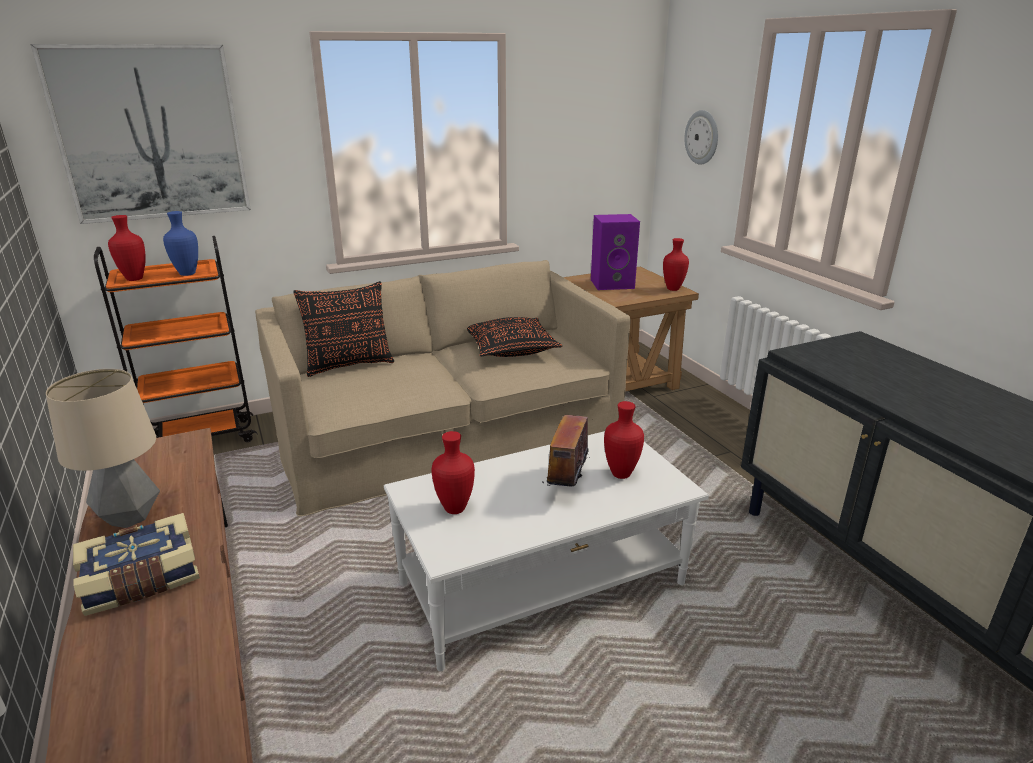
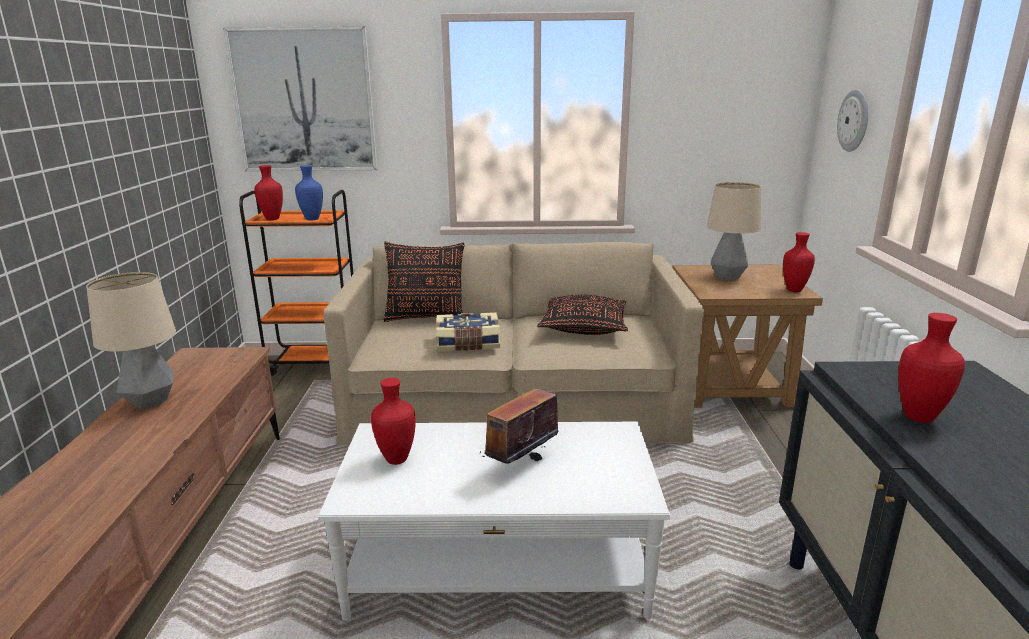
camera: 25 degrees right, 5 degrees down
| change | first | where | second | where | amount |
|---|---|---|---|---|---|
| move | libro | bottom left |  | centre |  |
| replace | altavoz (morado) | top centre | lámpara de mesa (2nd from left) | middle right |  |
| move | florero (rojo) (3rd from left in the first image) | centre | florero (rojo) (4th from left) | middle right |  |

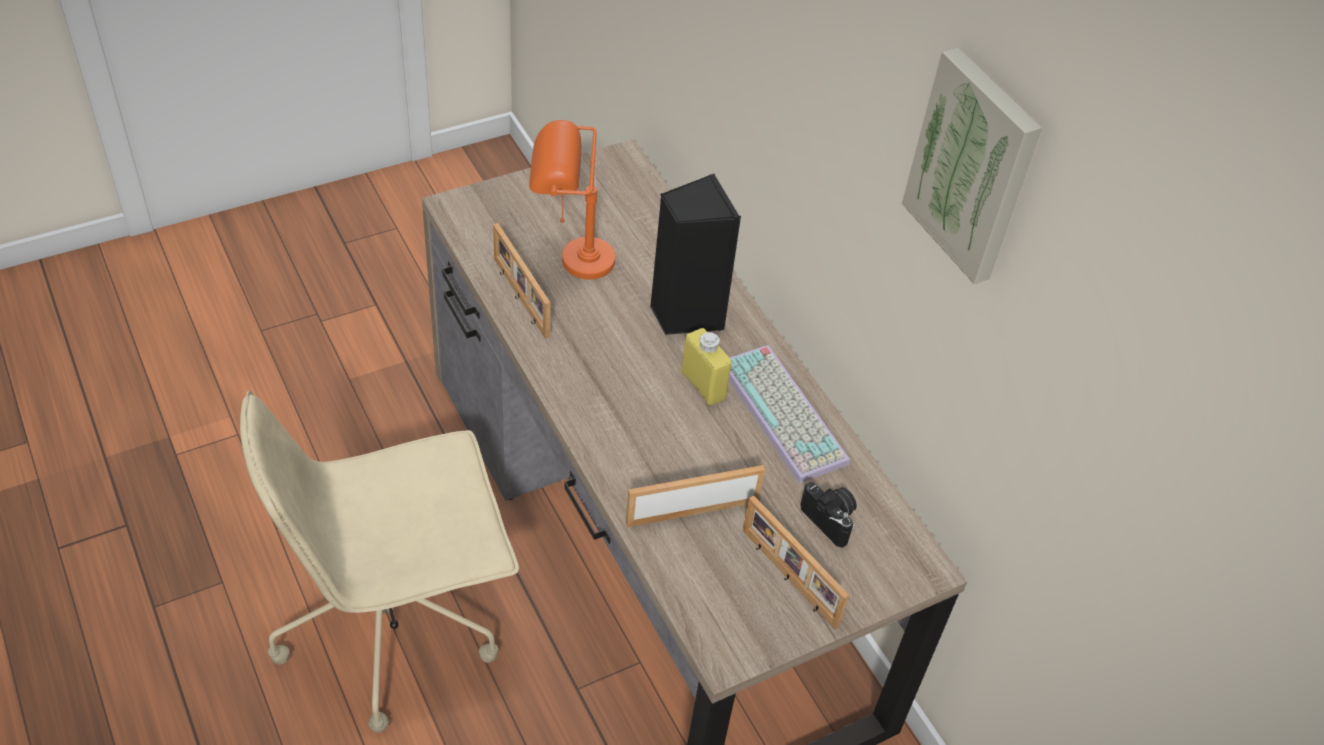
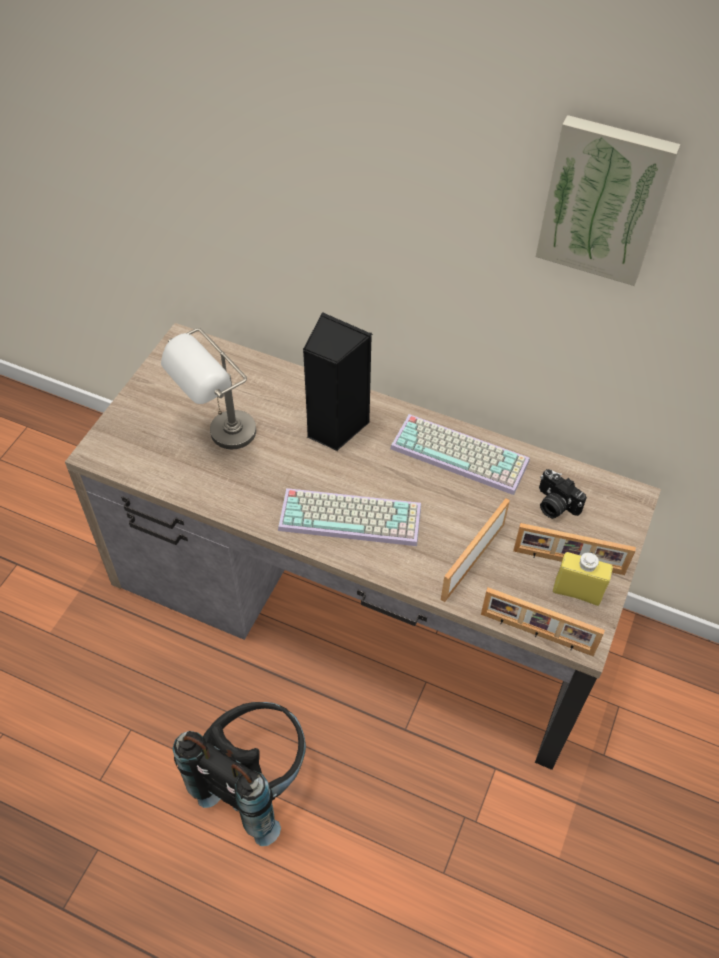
camera: 35 degrees left, 5 degrees up
| change | first | where | second | where | amount |
|---|---|---|---|---|---|
| replace | silla de oficina (beis) | bottom left | mochila (negro) | bottom left |  |
| move | portarretratos (1st from left in the first image) | centre | portarretratos (2nd from left) | middle right |  |
| recolor | lámpara de mesa (naranja) | top centre | lámpara de mesa (gris) | middle left |  |
| move | botella (amarillo) | centre |  | middle right |  |
| rotate | cámara | bottom centre |  | middle right | 150 degrees counterclockwise |
| insert |  |  | teclado (1st from left) | centre |  |

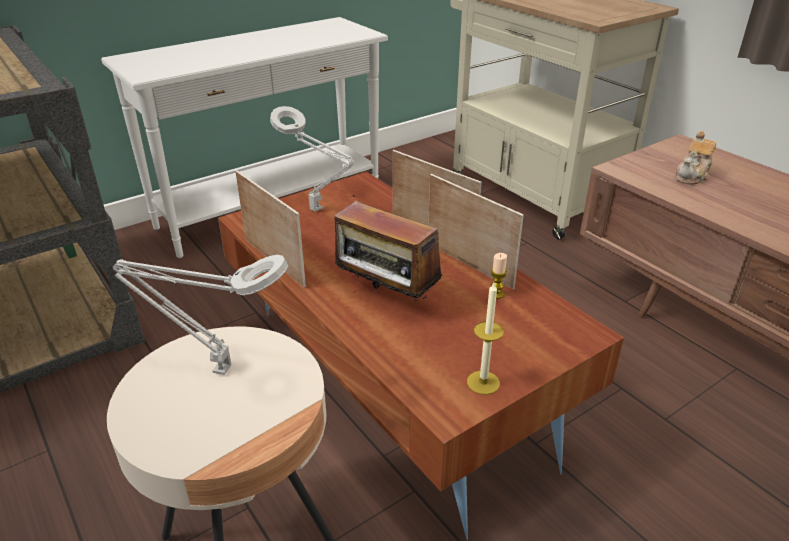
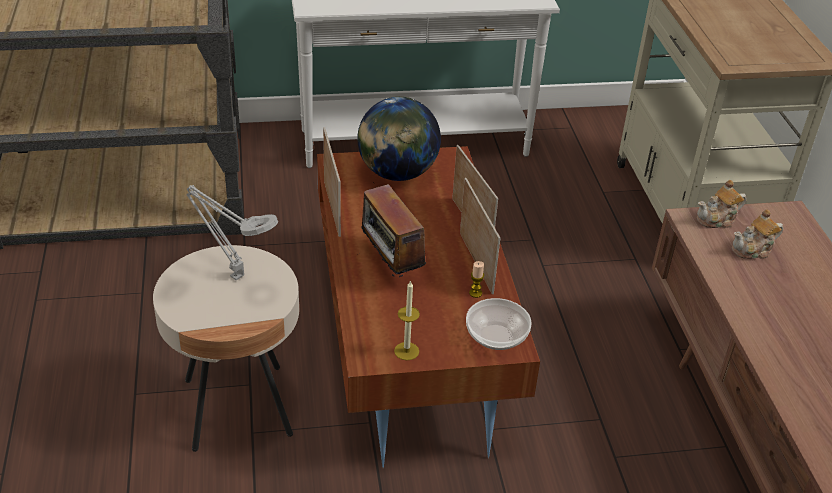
camera: 25 degrees right, 5 degrees up
| change | first | where | second | where | amount |
|---|---|---|---|---|---|
| replace | lámpara de mesa (gris) (2nd from left) | top centre | globo terráqueo | top centre |  |
| insert |  |  | cuenco | centre |  |
| insert |  |  | tetera (1st from left) | middle right |  |

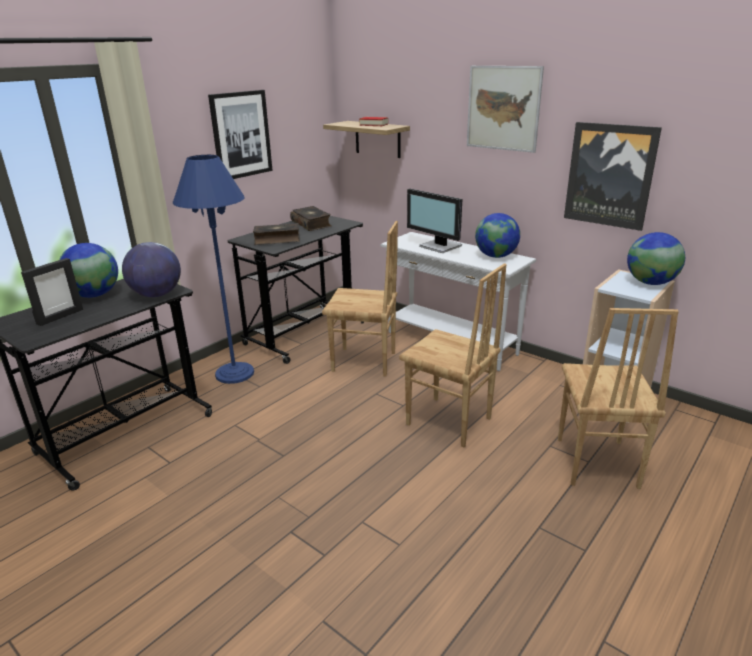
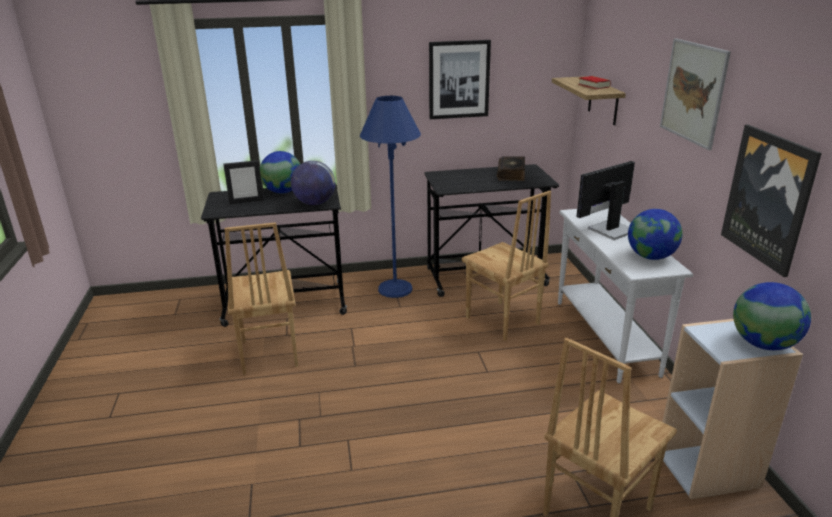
camera: 40 degrees right, 0 degrees up
| change | first | where | second | where | amount |
|---|---|---|---|---|---|
| delete | libro (1st from left) | centre |  |  |  |
| move | silla (marrón) (2nd from left in the first image) | centre | silla (marrón) (1st from left) | middle left |  |
| rotate | monitor | centre |  | middle right | 60 degrees clockwise |

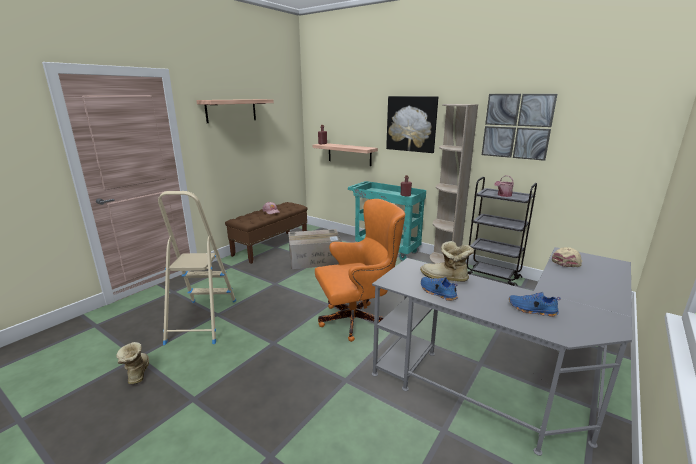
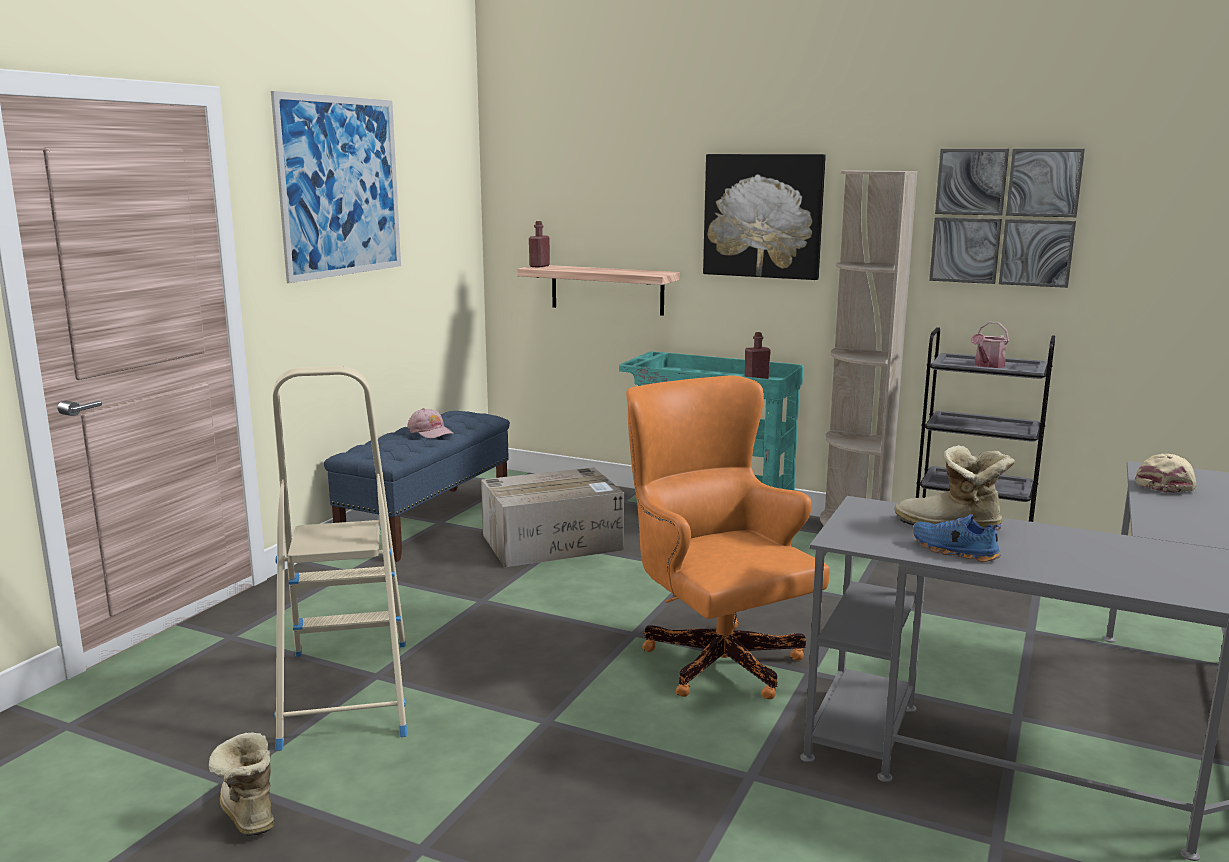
camera: 10 degrees left, 5 degrees down
| change | first | where | second | where | amount |
|---|---|---|---|---|---|
| replace | estante (1st from left) | top centre | cuadro (1st from left) | top left |  |
| recolor | banco (marrón) | centre | banco (azul) | centre |  |
| rotate | silla de oficina (naranja) | centre |  | centre | 90 degrees counterclockwise |
| delete | zapato (azul) (2nd from left) | middle right |  |  |  |

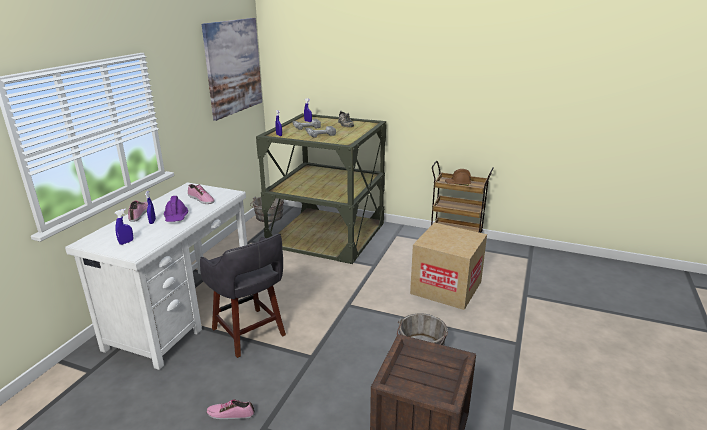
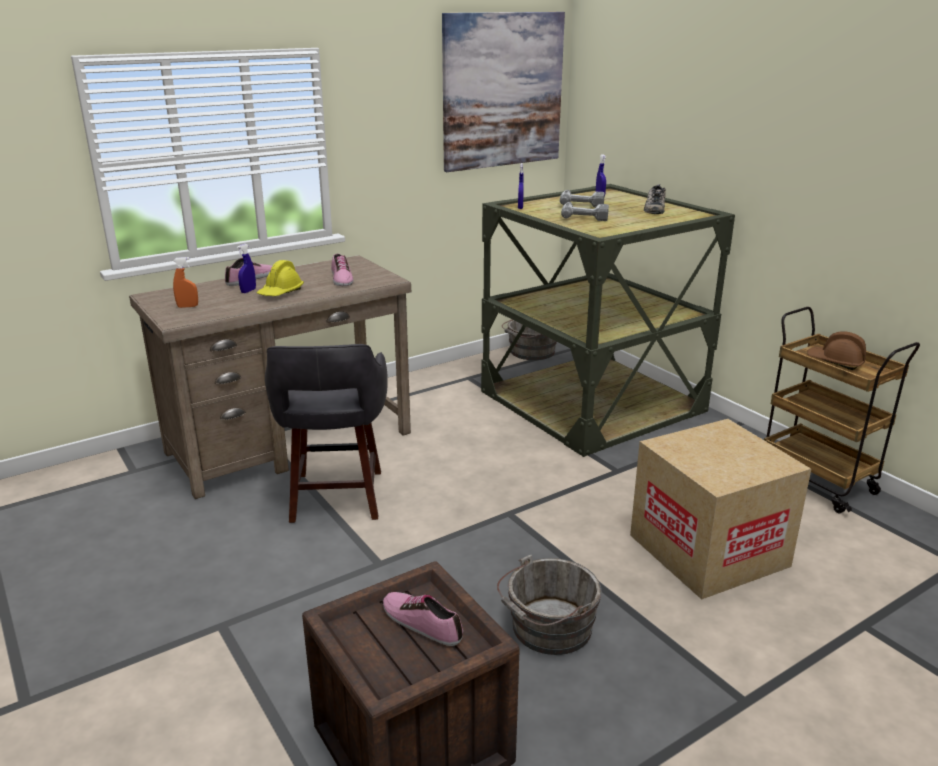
camera: 35 degrees right, 0 degrees up
| change | first | where | second | where | amount |
|---|---|---|---|---|---|
| recolor | escritorio (blanco) | middle left | escritorio (marrón) | middle left |  |
| recolor | pulverizador (azul) (1st from left) | middle left | pulverizador (naranja) | middle left |  |
| recolor | casco (morado) | middle left | casco (amarillo) | middle left |  |
| move | zapato (3rd from left) | bottom left |  | bottom centre |  |

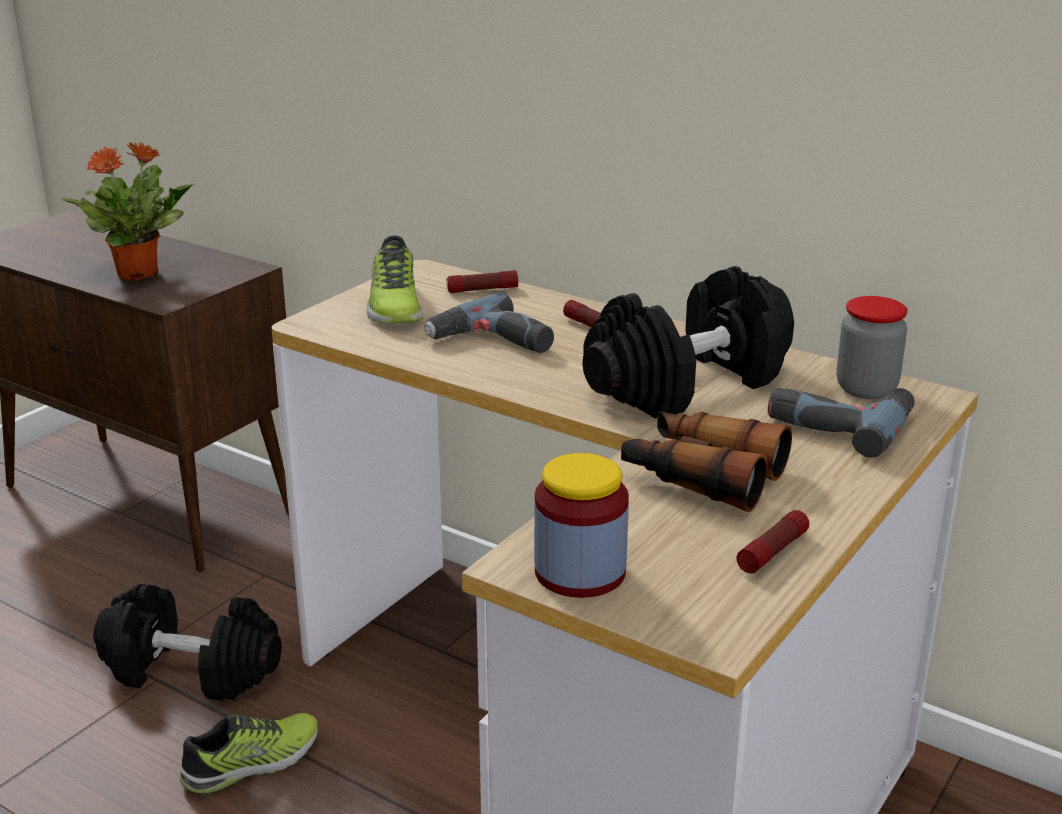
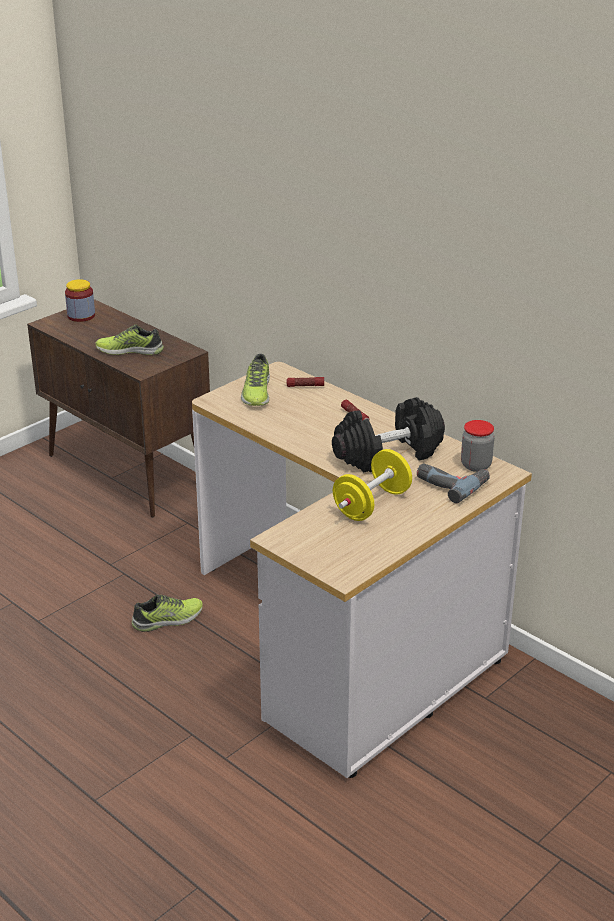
camera: 10 degrees right, 5 degrees up
| change | first | where | second | where | amount |
|---|---|---|---|---|---|
| replace | planta en maceta | top left | zapato (1st from left) | middle left |  |
| delete | mancuerna (negro) (1st from left) | bottom left |  |  |  |
| delete | taladro (1st from left) | centre |  |  |  |
| move | tarro (1st from left) | centre |  | top left |  |
| replace | prismáticos | centre | mancuerna (amarillo) | centre |  |
| delete | linterna (3rd from left) | middle right |  |  |  |

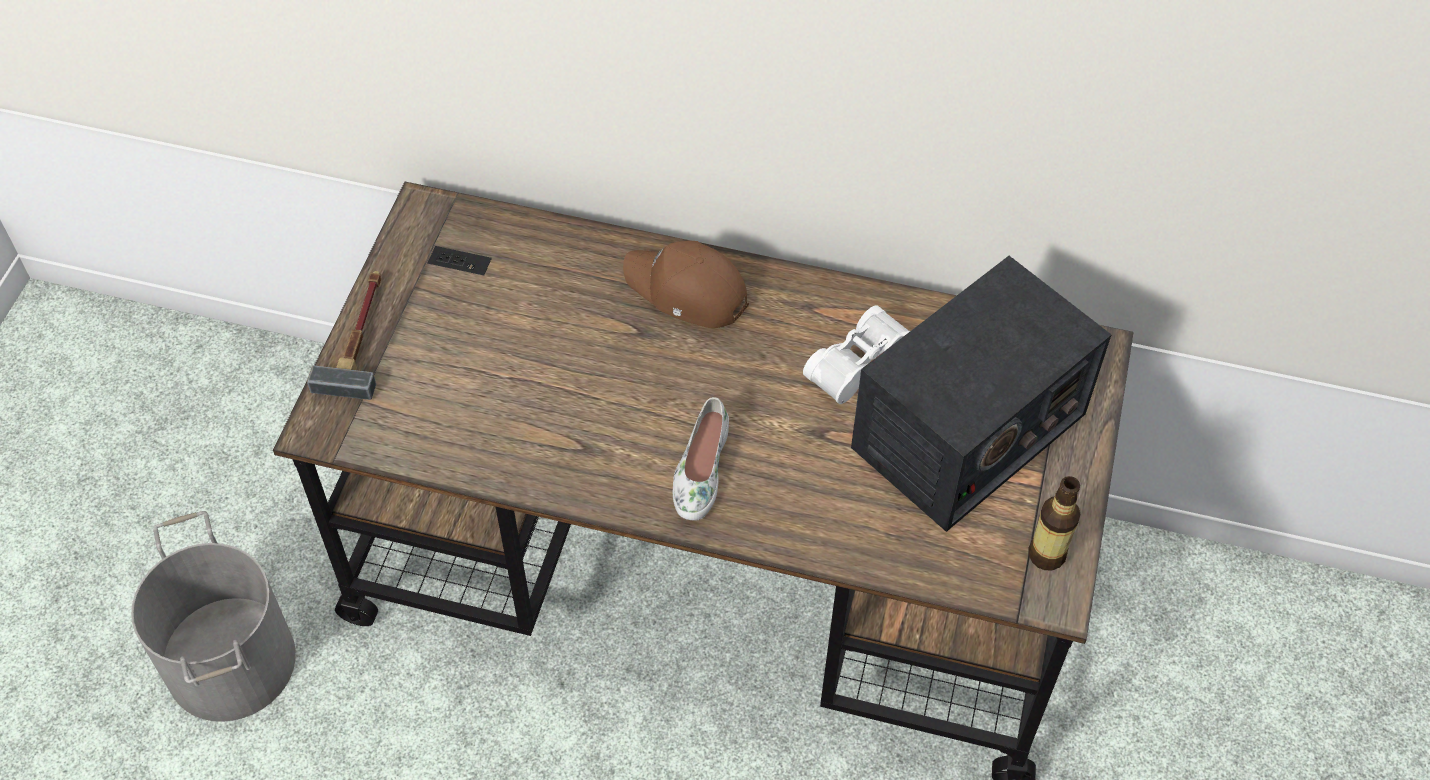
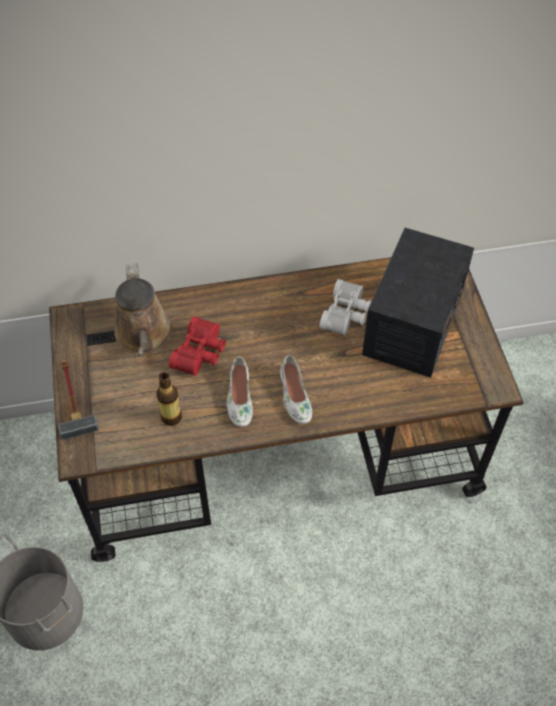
camera: 25 degrees left, 0 degrees up
| change | first | where | second | where | amount |
|---|---|---|---|---|---|
| delete | gorra (marrón) | centre |  |  |  |
| move | botella | bottom right |  | middle left |  |
| insert |  |  | regadera (marrón) | middle left |  |
| insert |  |  | prismáticos (rojo) | centre |  |
| insert |  |  | zapato (blanco) (1st from left) | centre |  |

